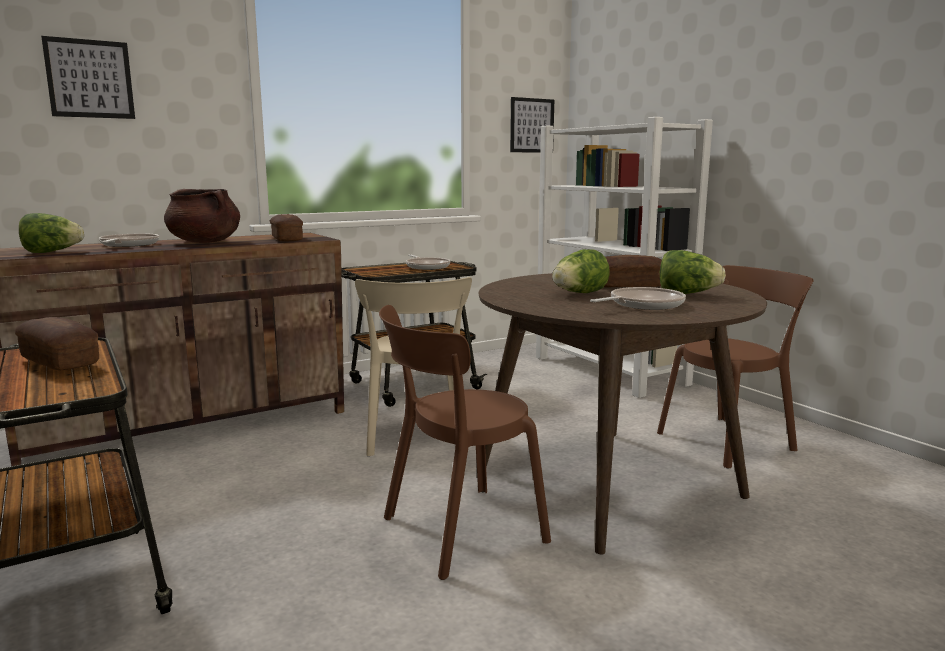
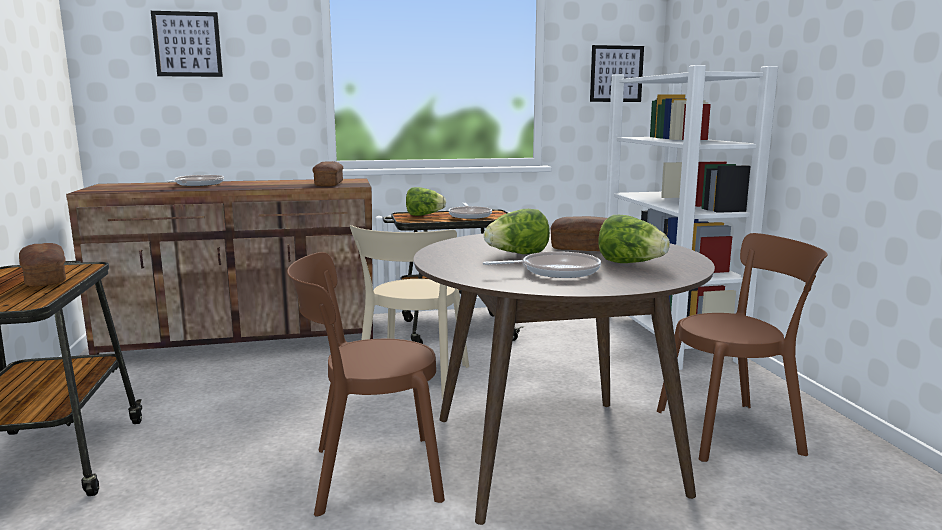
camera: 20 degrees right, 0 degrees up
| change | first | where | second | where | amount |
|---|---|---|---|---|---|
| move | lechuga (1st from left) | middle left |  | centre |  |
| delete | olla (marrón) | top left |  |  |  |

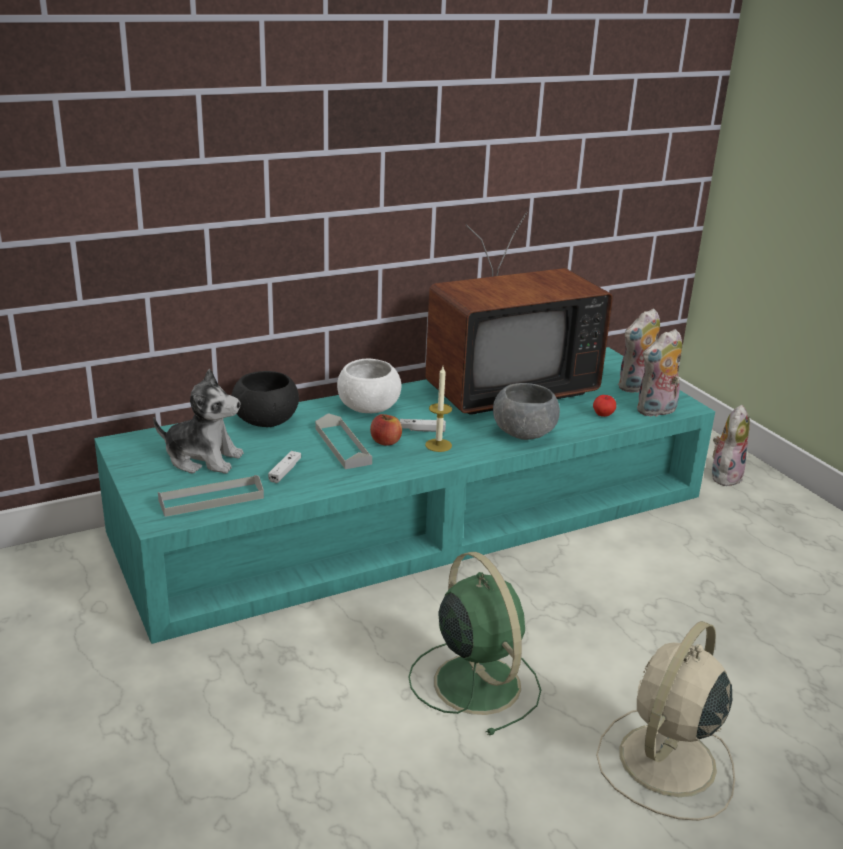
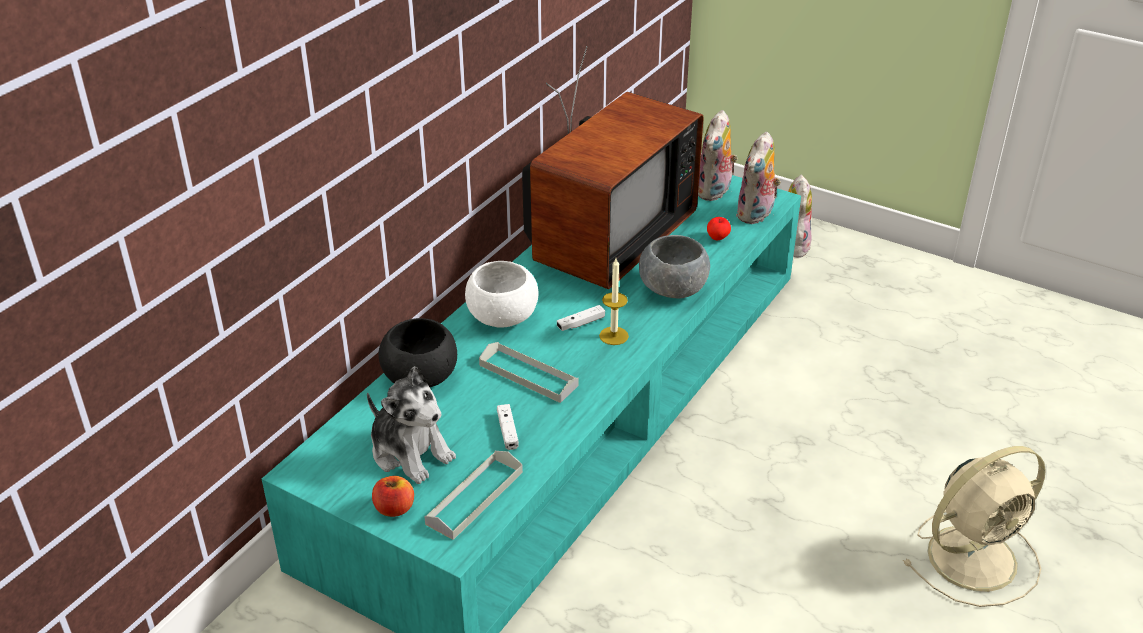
camera: 30 degrees left, 10 degrees up
| change | first | where | second | where | amount |
|---|---|---|---|---|---|
| rotate | peluche (1st from left) | middle left |  | bottom centre | 60 degrees clockwise |
| move | manzana (1st from left) | centre |  | bottom centre |  |
| delete | ventilador (verde) | bottom centre |  |  |  |
| rotate | ventilador (beis) | bottom right |  | bottom right | 120 degrees counterclockwise |

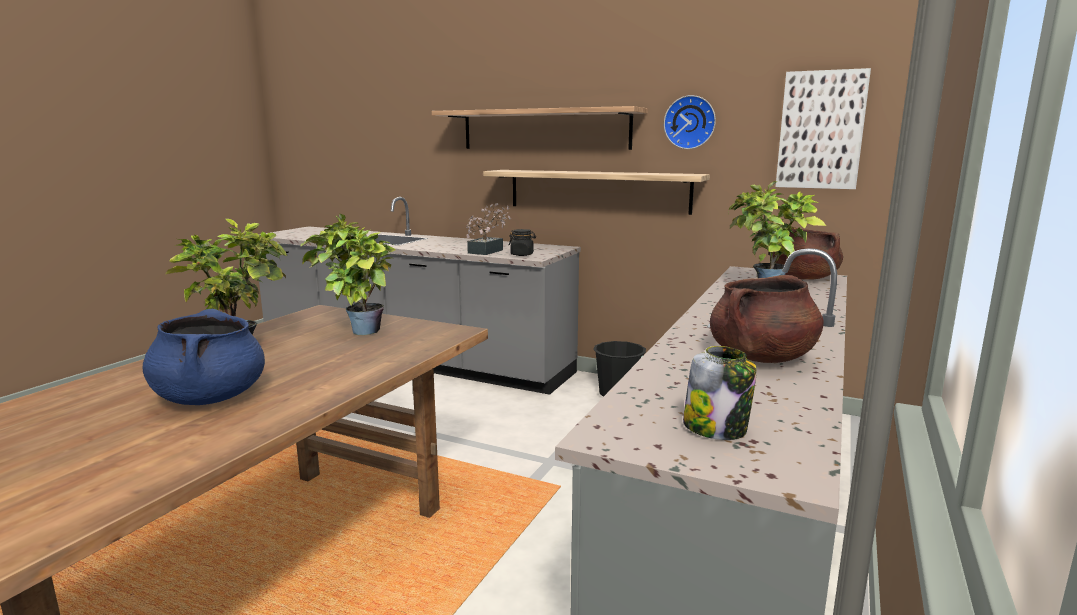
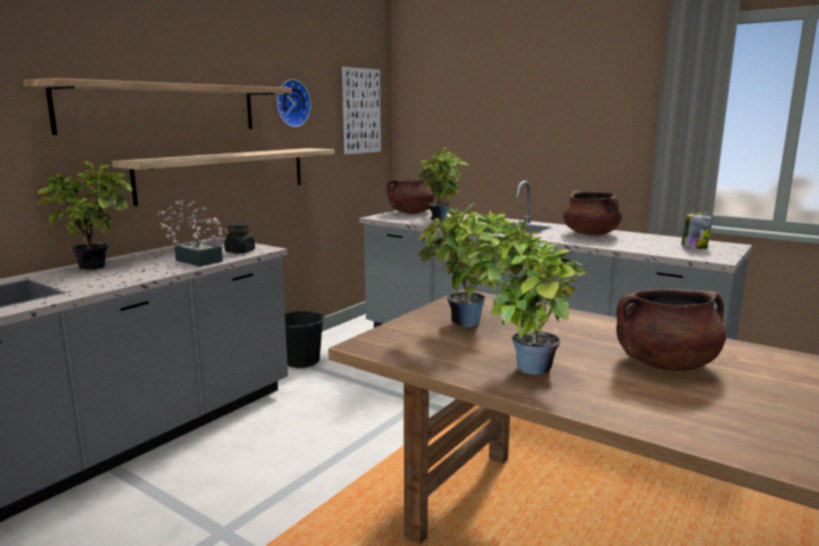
camera: 80 degrees left, 0 degrees up
| change | first | where | second | where | amount |
|---|---|---|---|---|---|
| recolor | olla (azul) | middle left | olla (marrón) (3rd from left) | middle right |  |
| insert |  |  | planta en maceta (1st from left) | middle left |  |

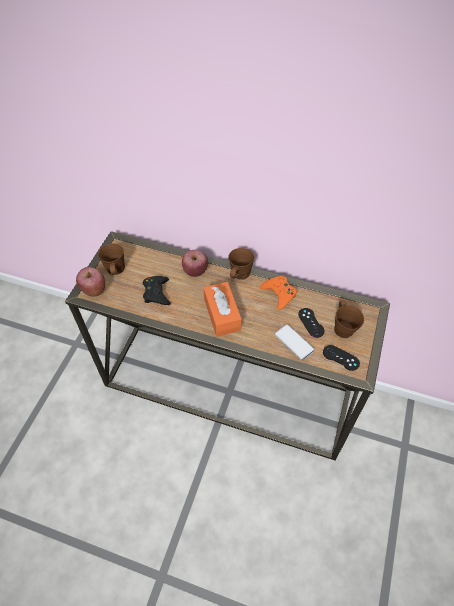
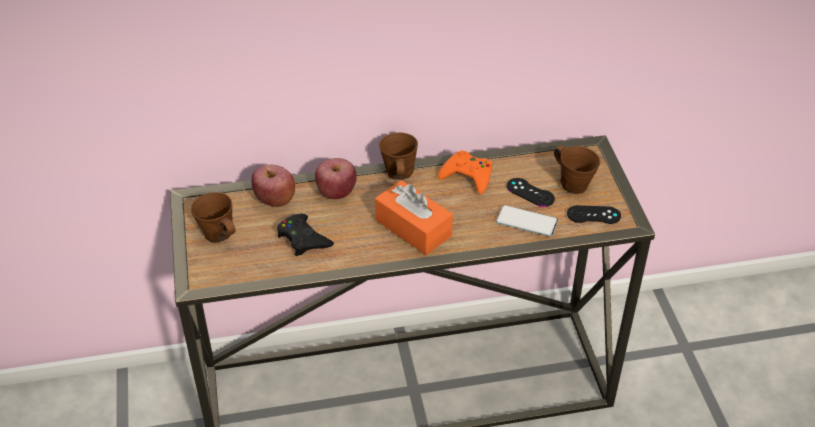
camera: 30 degrees left, 10 degrees down
| change | first | where | second | where | amount |
|---|---|---|---|---|---|
| move | manzana (1st from left) | middle left |  | centre |  |

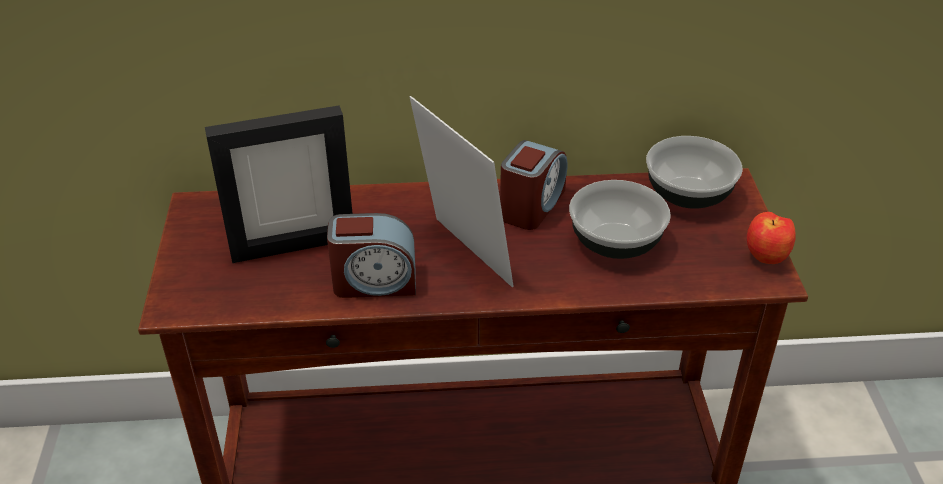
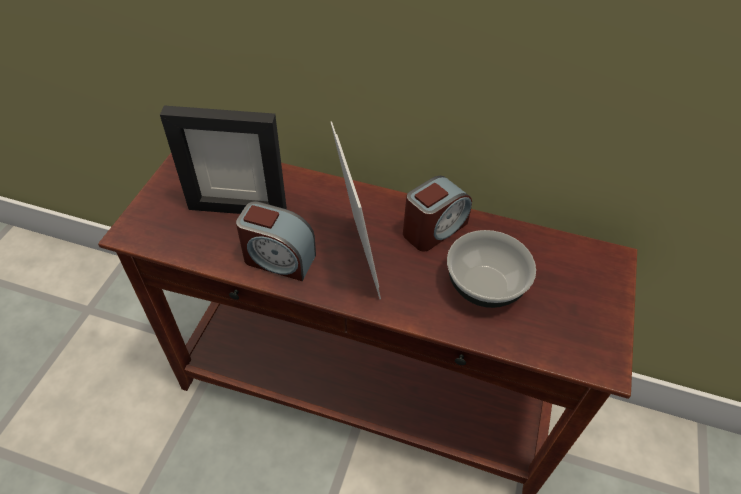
camera: 20 degrees right, 10 degrees up
| change | first | where | second | where | amount |
|---|---|---|---|---|---|
| delete | cuenco (2nd from left) | middle right |  |  |  |
| delete | manzana | middle right |  |  |  |

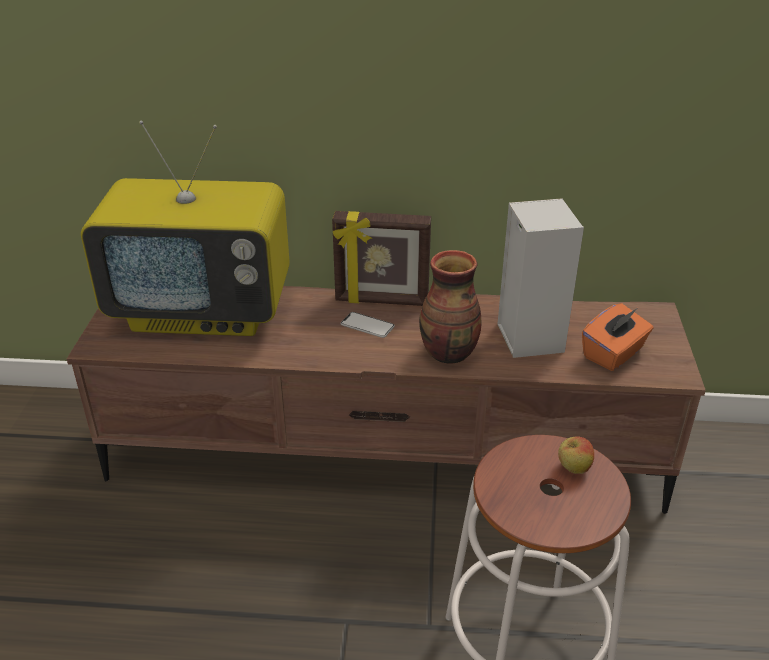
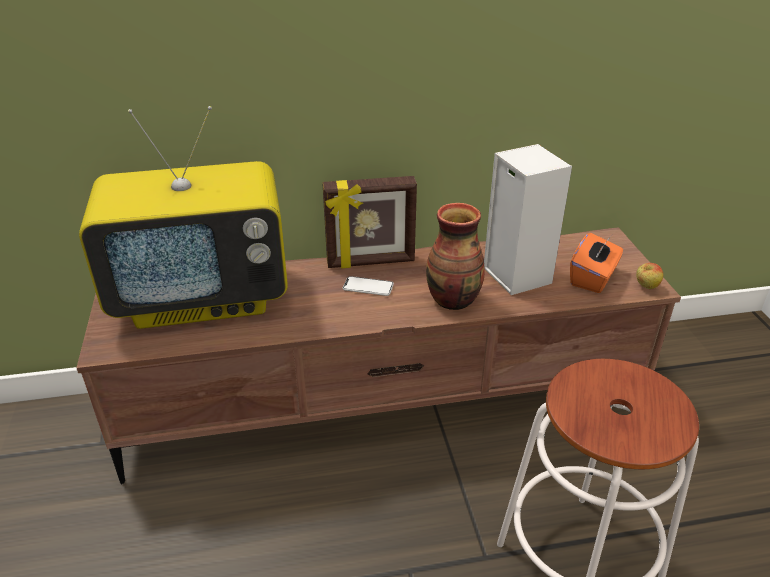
camera: 15 degrees left, 0 degrees up
| change | first | where | second | where | amount |
|---|---|---|---|---|---|
| move | manzana | bottom right |  | middle right |  |

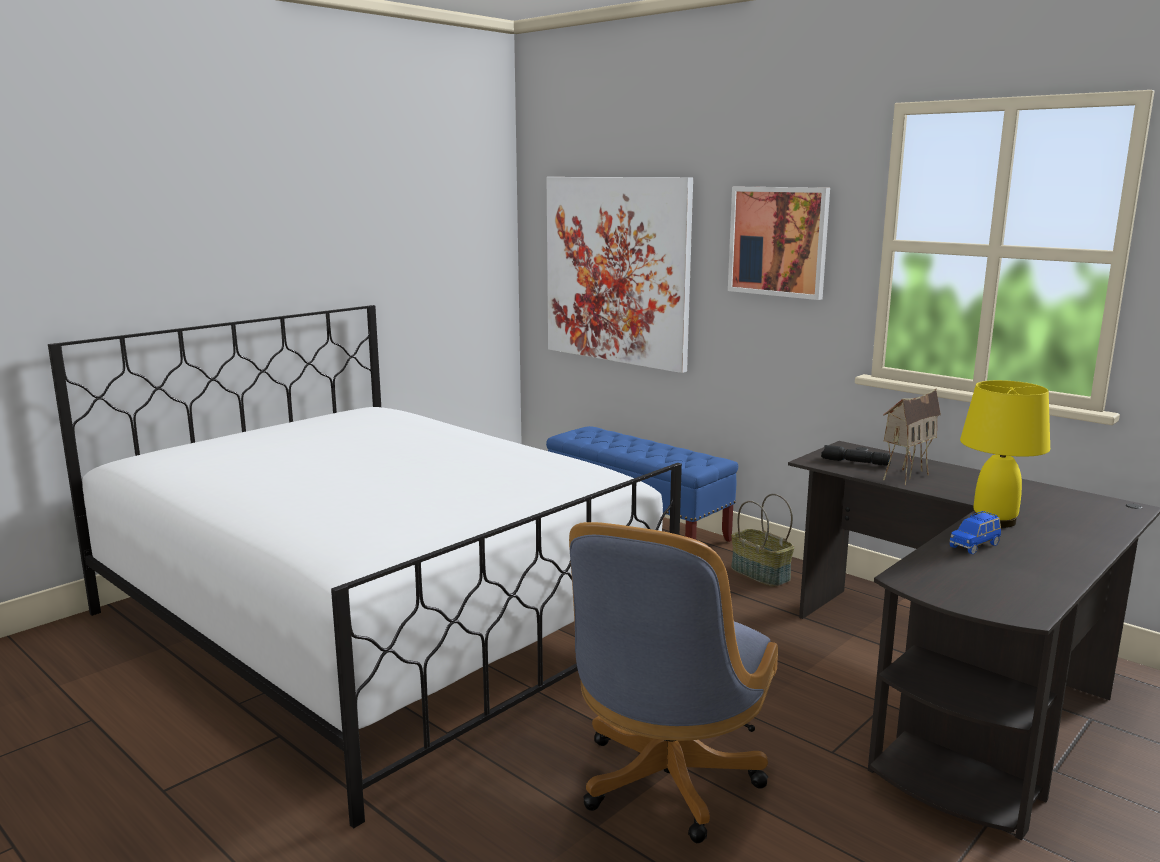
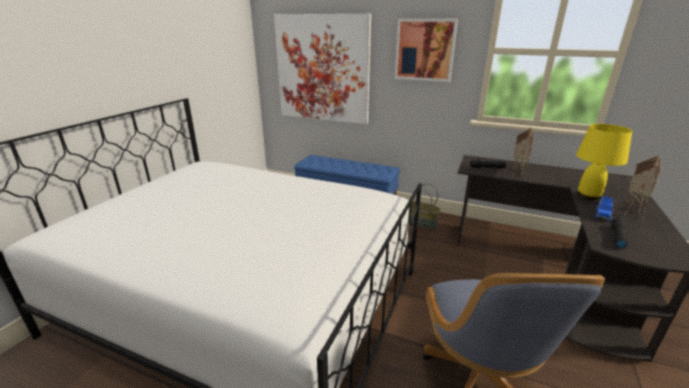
camera: 20 degrees left, 10 degrees up
| change | first | where | second | where | amount |
|---|---|---|---|---|---|
| insert |  |  | linterna (negro) (2nd from left) | middle right |  |
| insert |  |  | casita (2nd from left) | middle right |  |

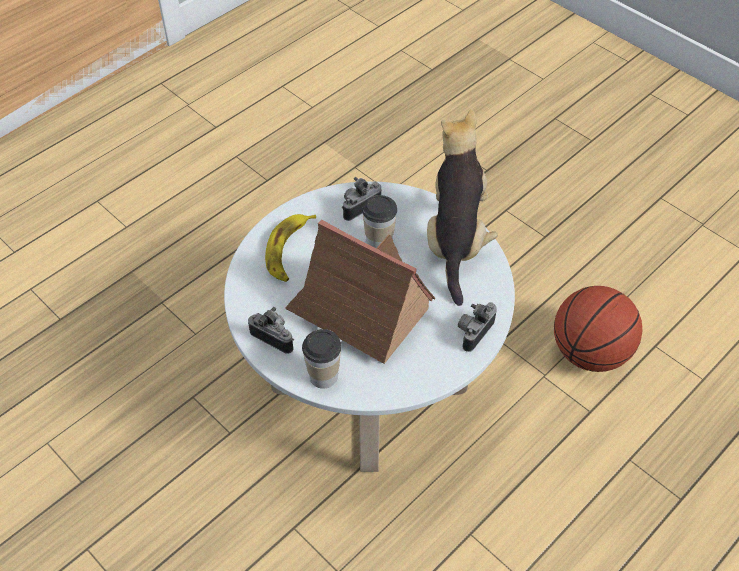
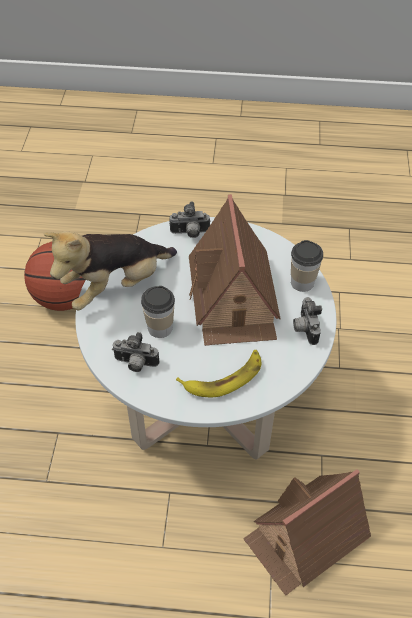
camera: 130 degrees left, 0 degrees up
| change | first | where | second | where | amount |
|---|---|---|---|---|---|
| insert |  |  | casita (2nd from left) | bottom right |  |

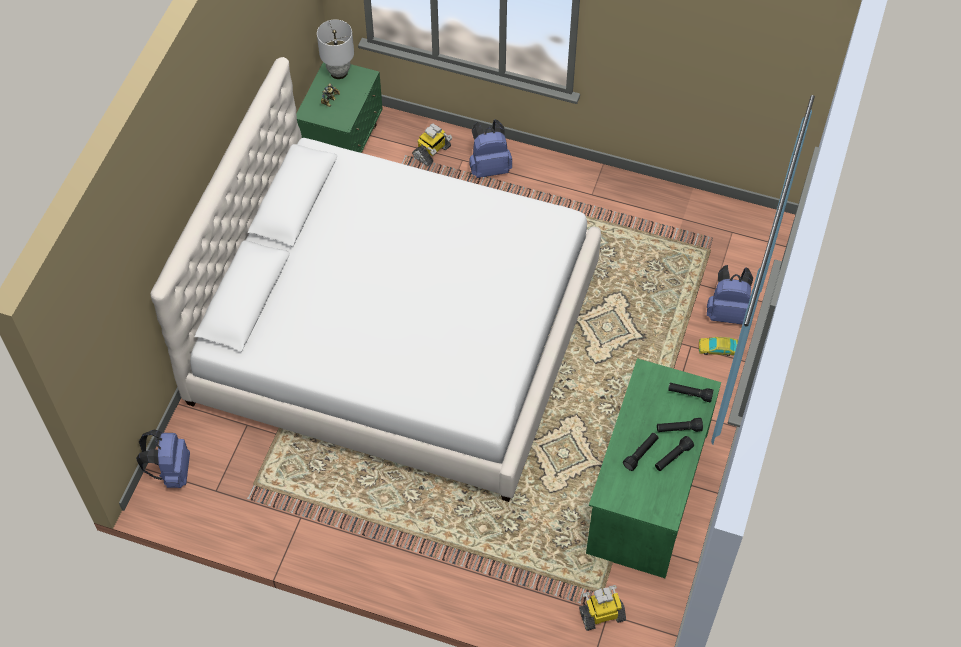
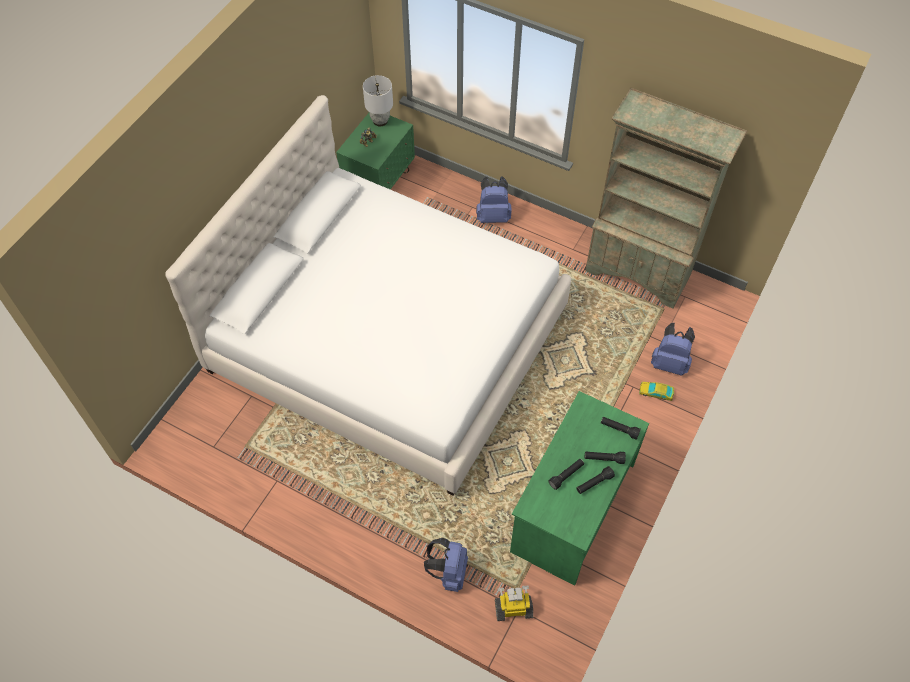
camera: 10 degrees right, 0 degrees up
| change | first | where | second | where | amount |
|---|---|---|---|---|---|
| move | mochila (azul) (1st from left) | bottom left |  | bottom centre |  |
| delete | robot de juguete (2nd from left) | top centre |  |  |  |
| insert |  |  | estantería (verde) | top right |  |

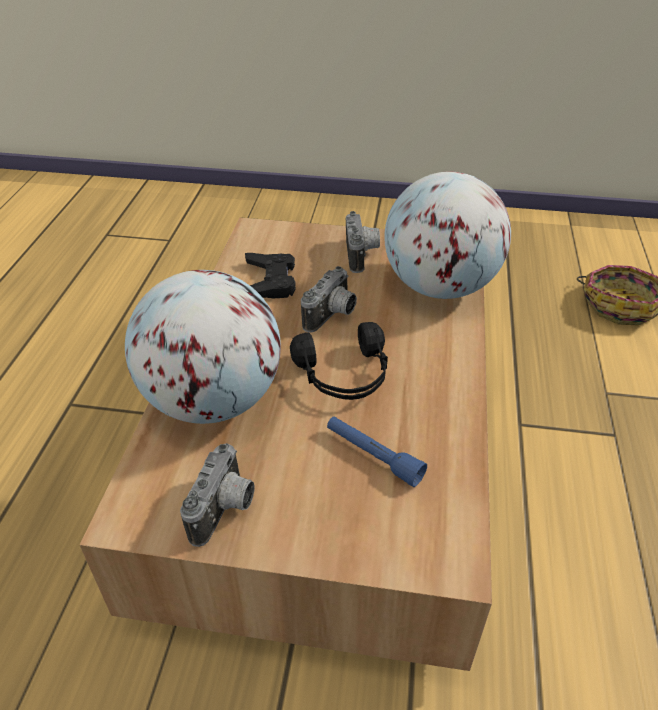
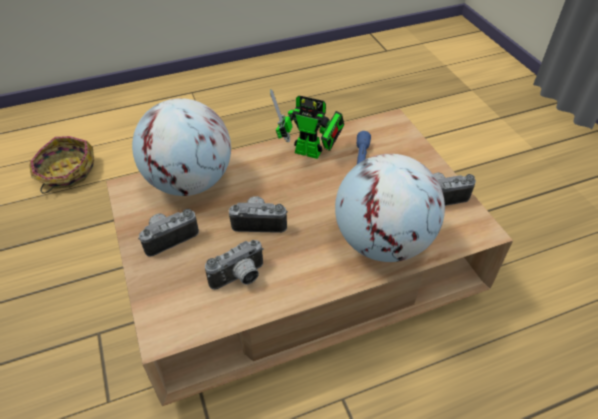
camera: 120 degrees left, 5 degrees up
| change | first | where | second | where | amount |
|---|---|---|---|---|---|
| replace | mando de consola (negro) | centre | cámara (2nd from left) | centre |  |
| delete | auriculares (negro) | centre |  |  |  |
| insert |  |  | robot de juguete | top centre |  |

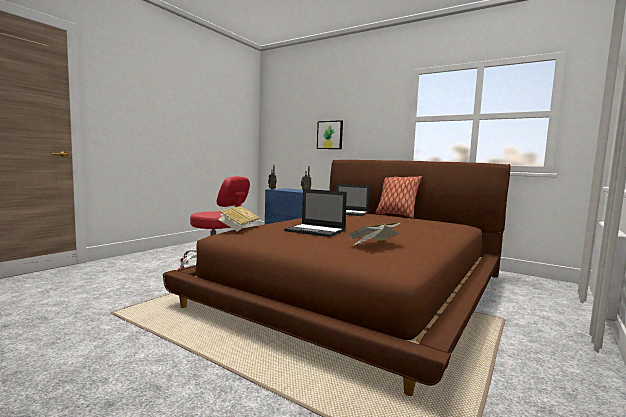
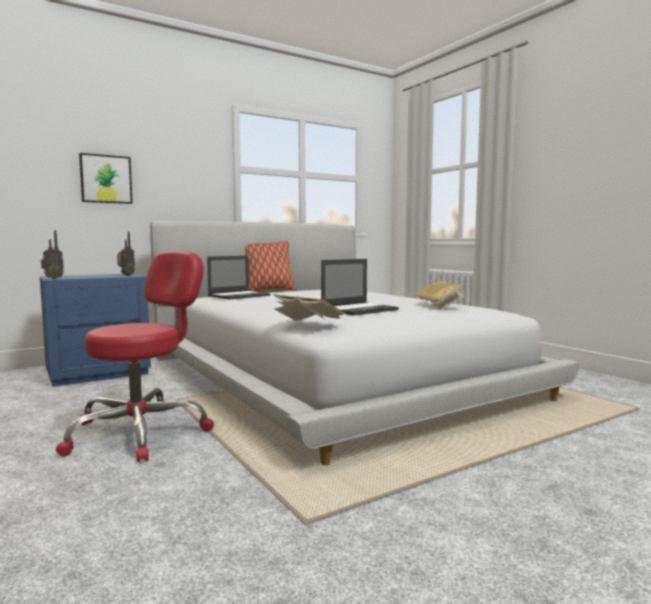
camera: 65 degrees left, 0 degrees up
| change | first | where | second | where | amount |
|---|---|---|---|---|---|
| recolor | cama (marrón) | bottom centre | cama (blanco) | centre |  |

